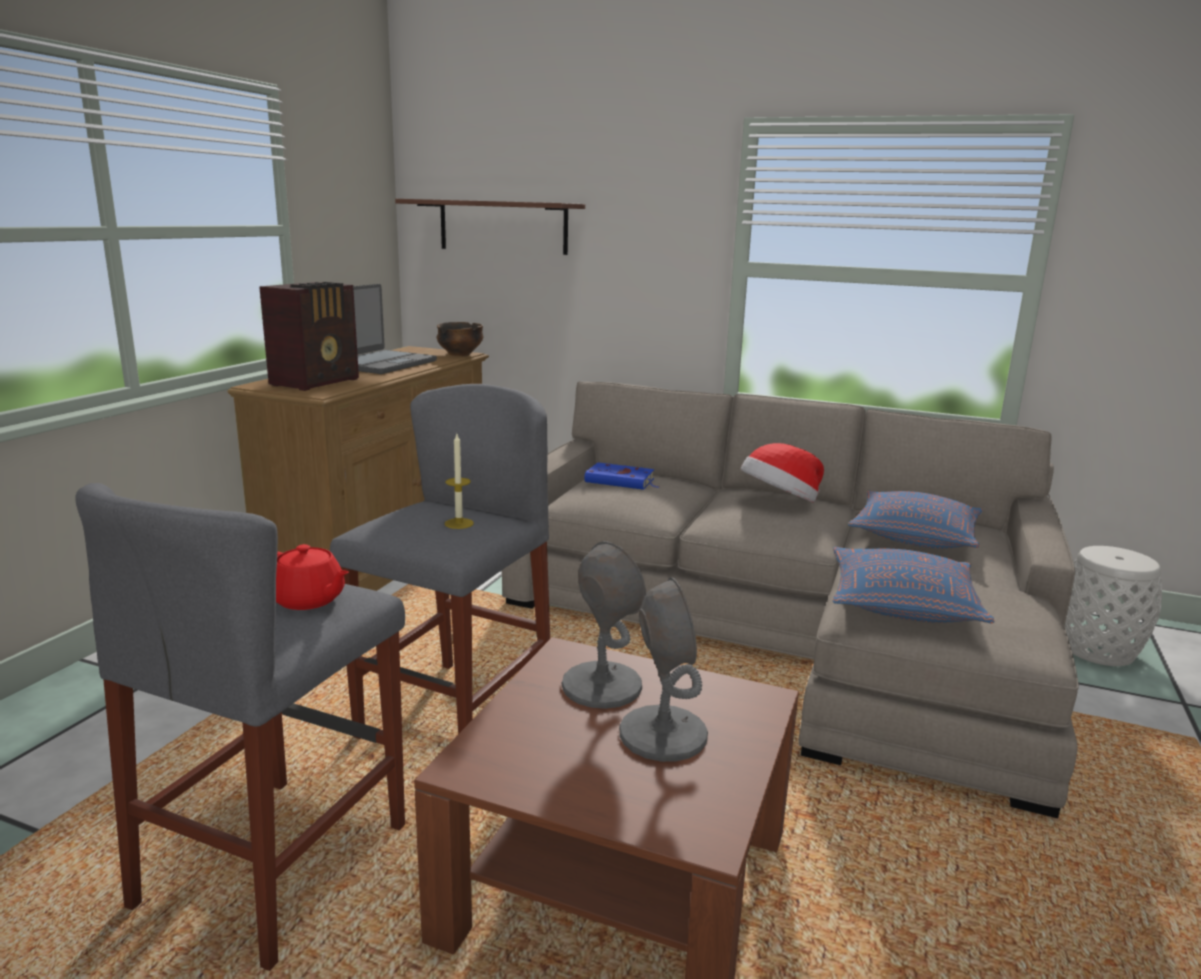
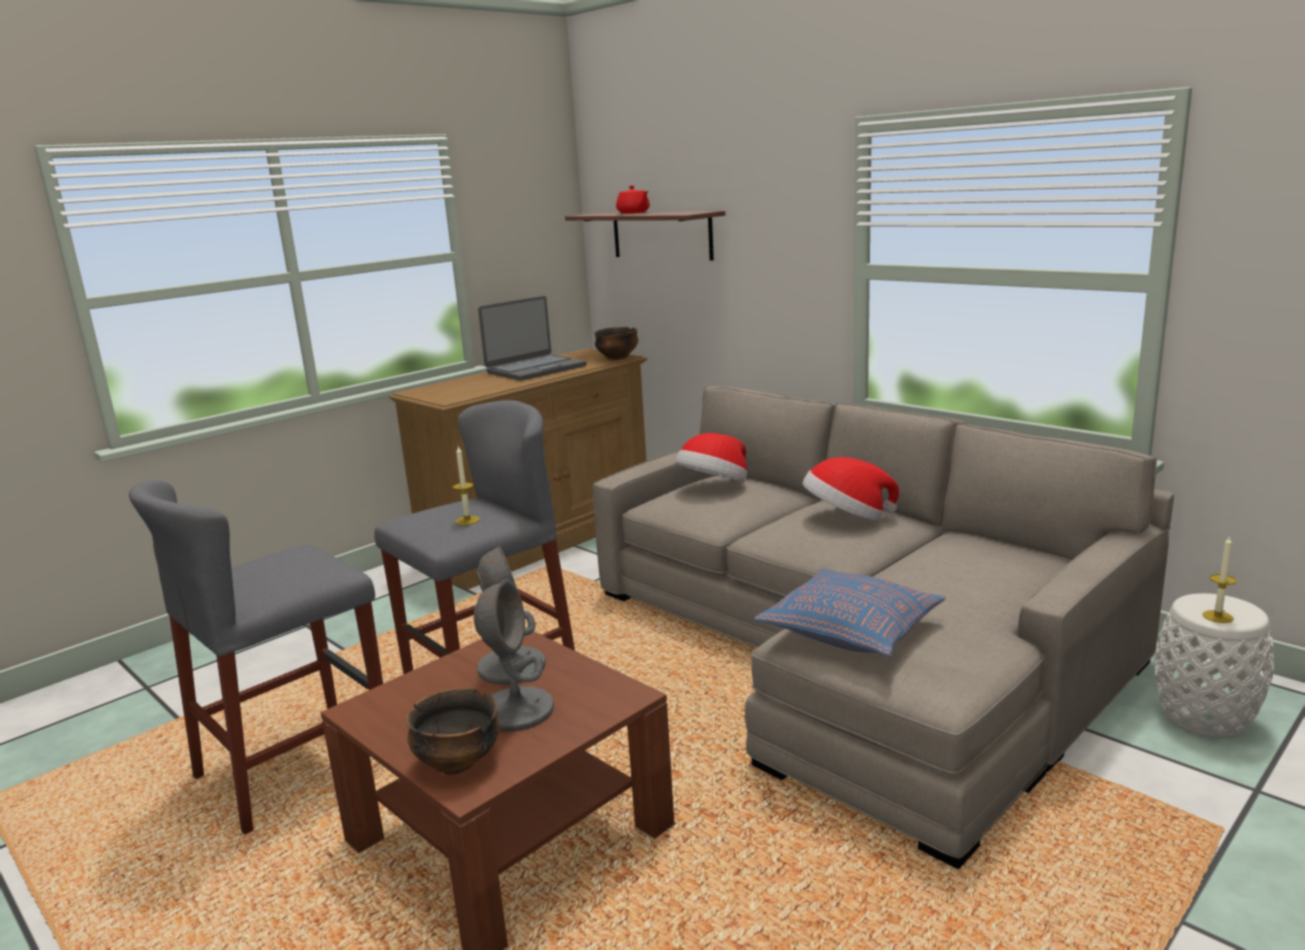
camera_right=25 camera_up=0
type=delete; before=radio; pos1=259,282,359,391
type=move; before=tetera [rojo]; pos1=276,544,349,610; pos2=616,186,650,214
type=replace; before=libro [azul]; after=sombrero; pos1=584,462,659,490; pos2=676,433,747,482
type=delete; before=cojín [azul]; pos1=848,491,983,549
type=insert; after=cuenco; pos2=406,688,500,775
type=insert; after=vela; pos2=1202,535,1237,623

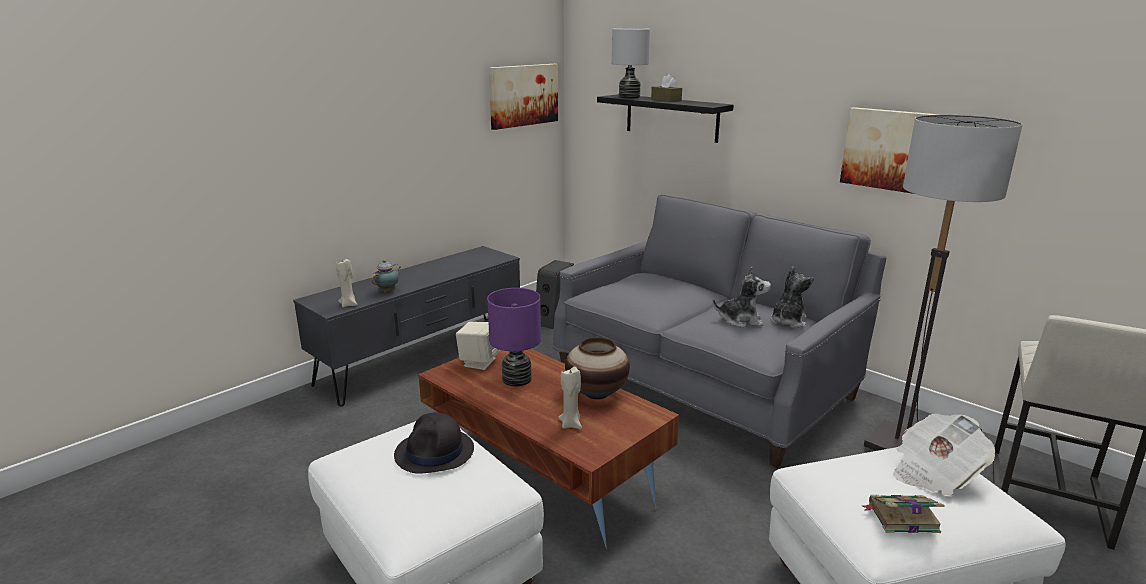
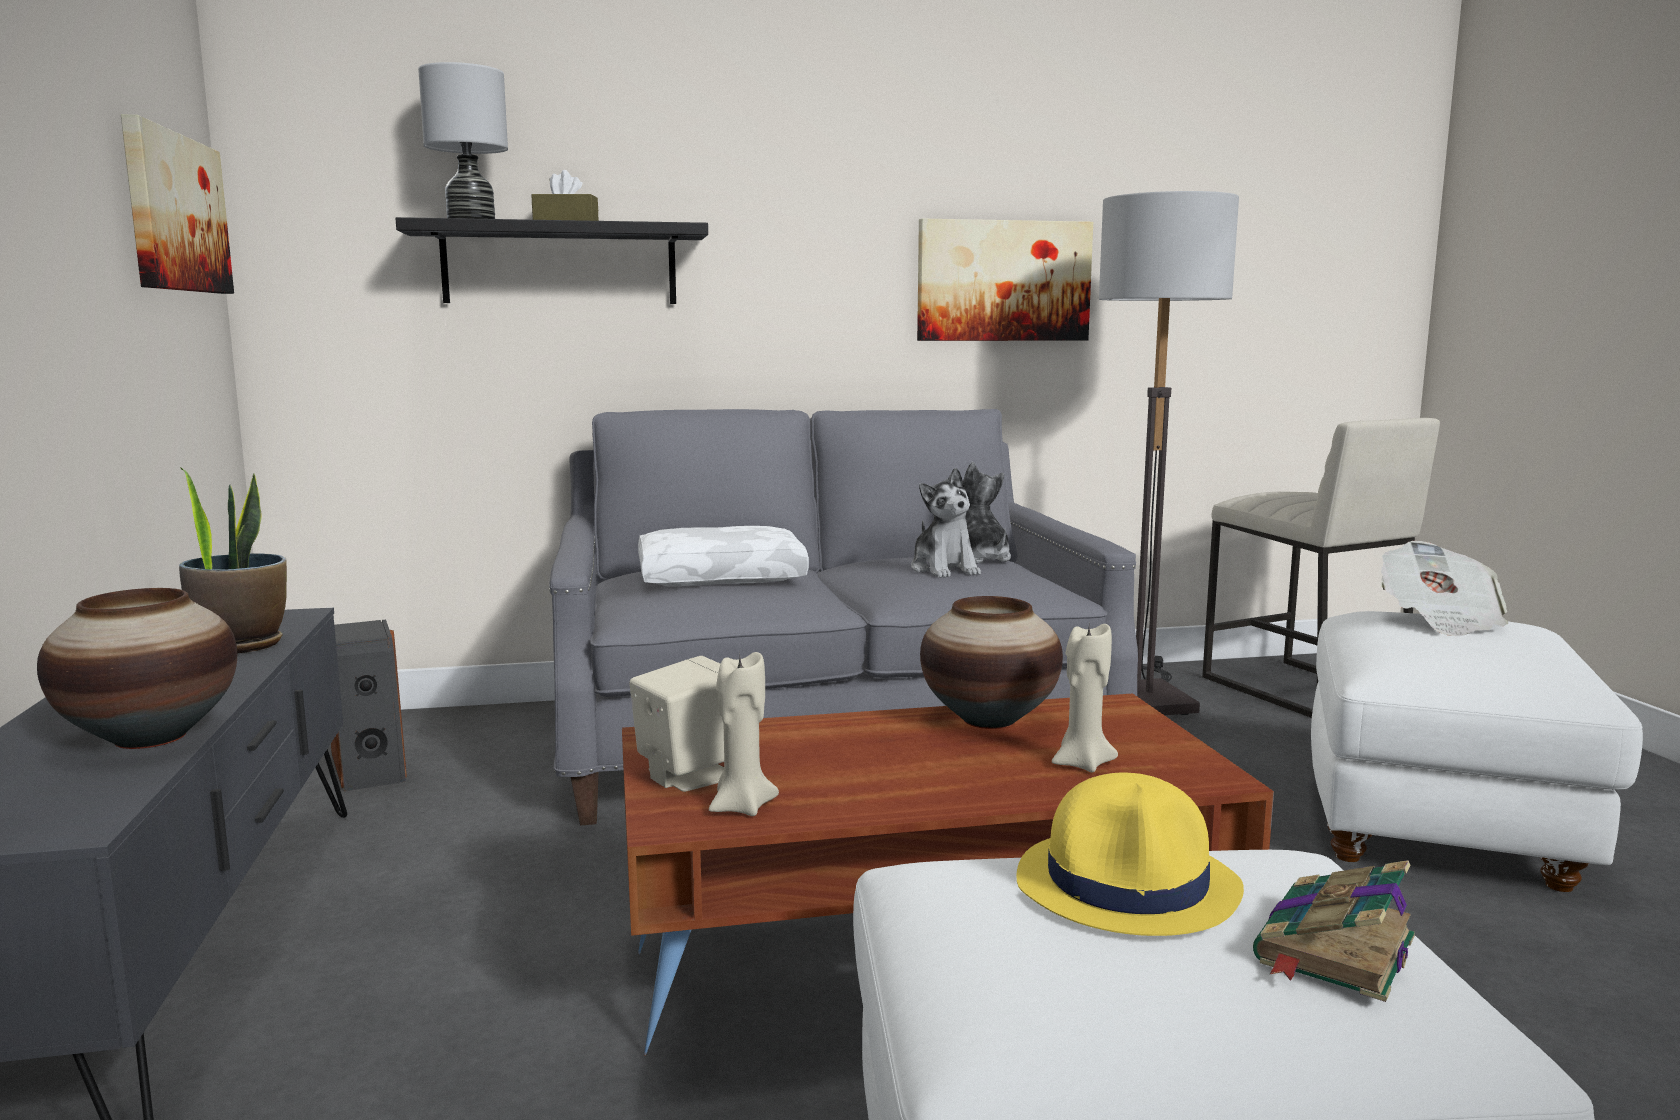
camera_right=-55 camera_up=-10
type=move; before=vela [beis]; pos1=336,258,358,308; pos2=709,652,779,816
type=replace; before=tetera; after=florero; pos1=371,260,400,293; pos2=37,588,237,749
type=recolor; before=sombrero [negro]; after=sombrero [amarillo]; pos1=394,413,474,474; pos2=1016,773,1244,936
type=delete; before=lámpara de mesa [morado]; pos1=487,288,541,386
type=rotate; before=peluche; pos1=713,266,771,328; pos2=911,468,981,578; turn=120
type=move; before=libro; pos1=863,495,945,533; pos2=1253,860,1415,1002
type=insert; after=planta en maceta; pos2=179,467,287,653
type=insert; after=cojín [blanco]; pos2=638,526,809,586

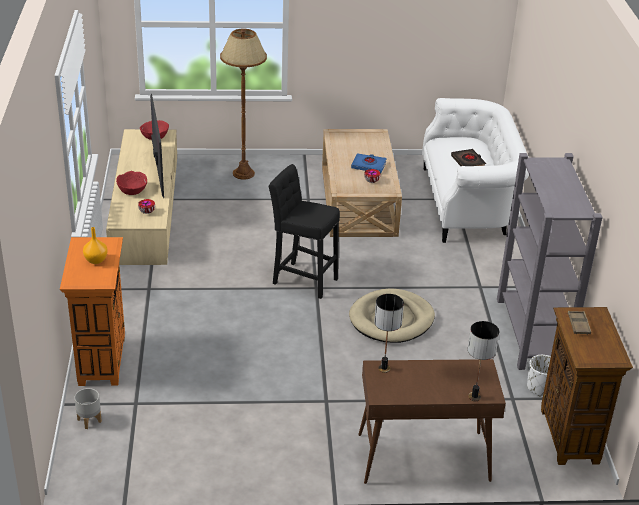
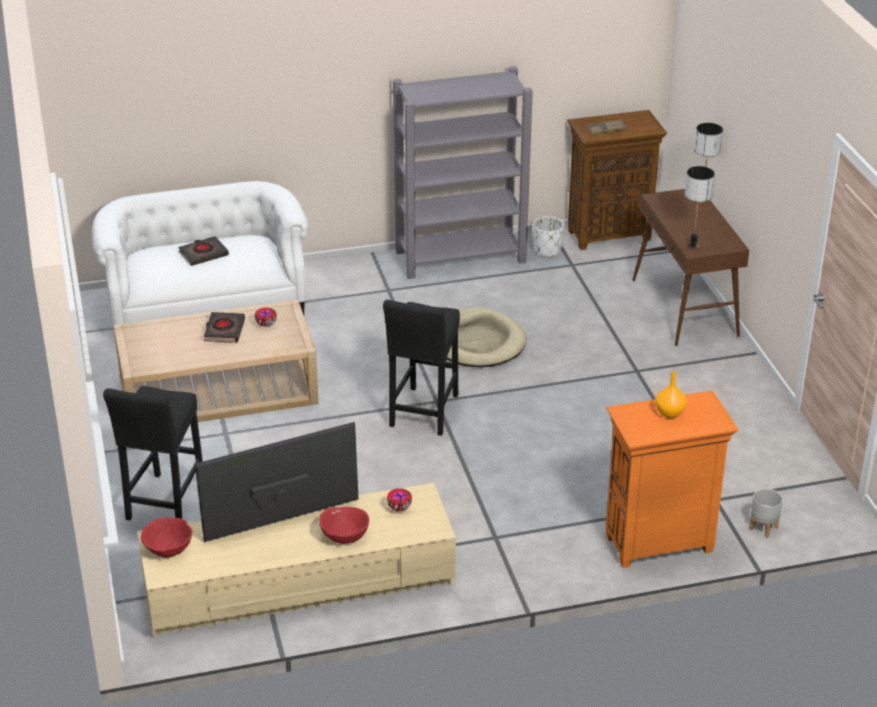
camera_right=-100 camera_up=0
type=replace; before=lámpara de pie [marrón]; after=taburete [negro]; pos1=220,29,267,180; pos2=103,386,203,520
type=recolor; before=libro [azul]; after=libro [negro]; pos1=351,153,387,173; pos2=204,312,245,343

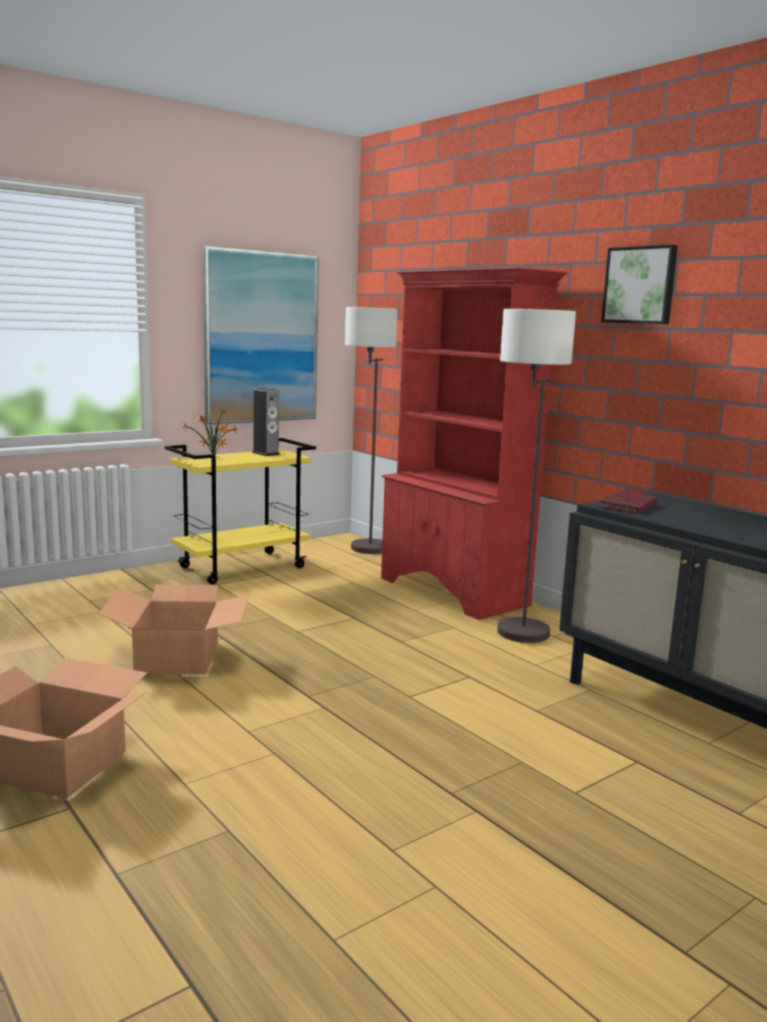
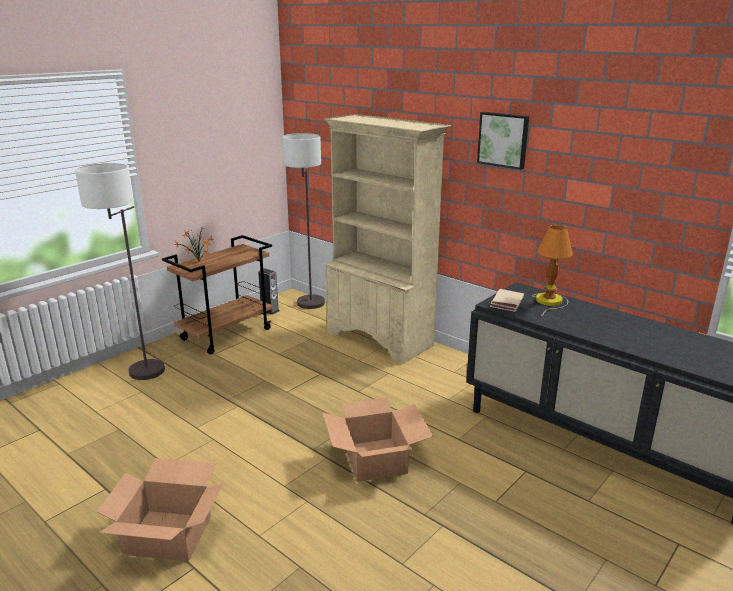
camera_right=-10 camera_up=10
type=move; before=caja de cartón; pos1=98,584,249,675; pos2=322,397,434,482
type=recolor; before=carrito [amarillo]; after=carrito [marrón]; pos1=165,438,316,585; pos2=162,235,273,355
type=delete; before=cuadro; pos1=203,246,319,425
type=move; before=altavoz; pos1=252,388,280,456; pos2=258,268,279,315
type=recolor; before=estantería [rojo]; after=estantería [beis]; pos1=381,267,568,620; pos2=323,114,451,364
type=move; before=lámpara de pie [blanco]; pos1=497,309,576,643; pos2=75,163,165,380
type=recolor; before=libro [rojo]; after=libro [beis]; pos1=599,490,657,514; pos2=490,289,524,312
type=insert; after=lámpara de mesa; pos2=532,225,573,316

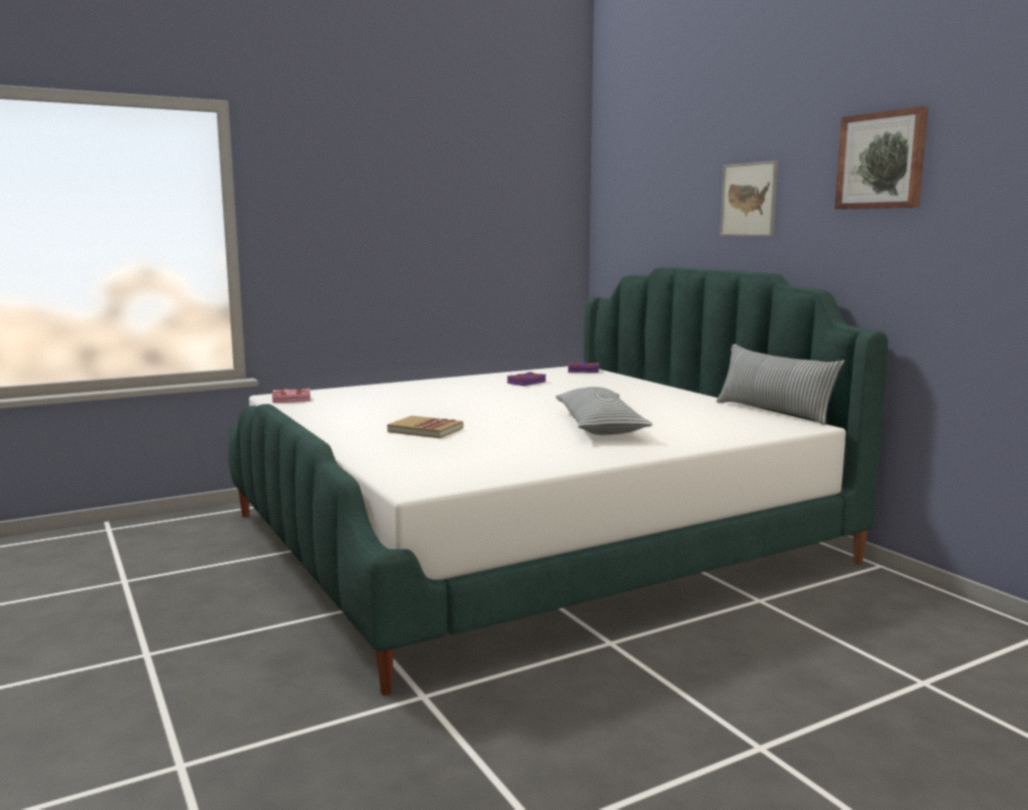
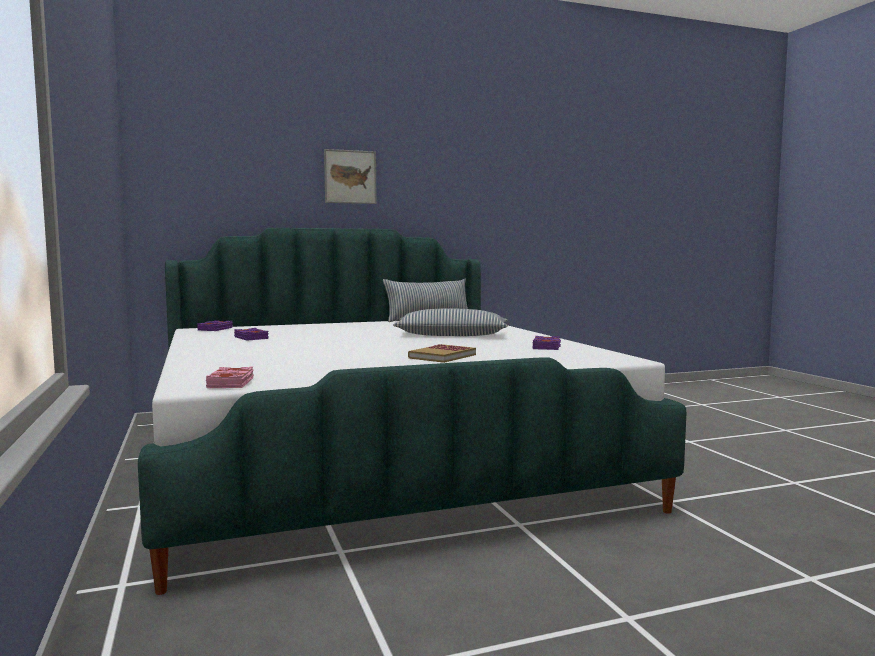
camera_right=-80 camera_up=-5
type=delete; before=cuadro; pos1=835,106,928,209
type=insert; after=libro [morado]; pos2=532,336,561,350

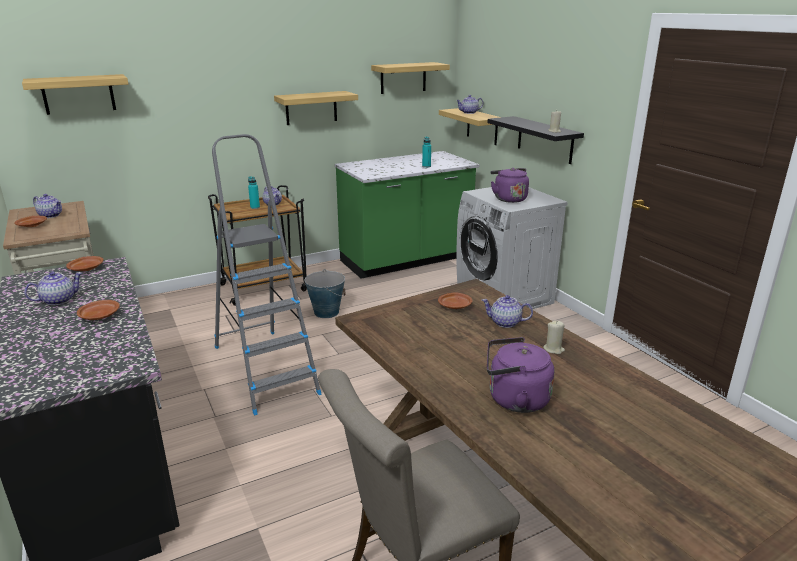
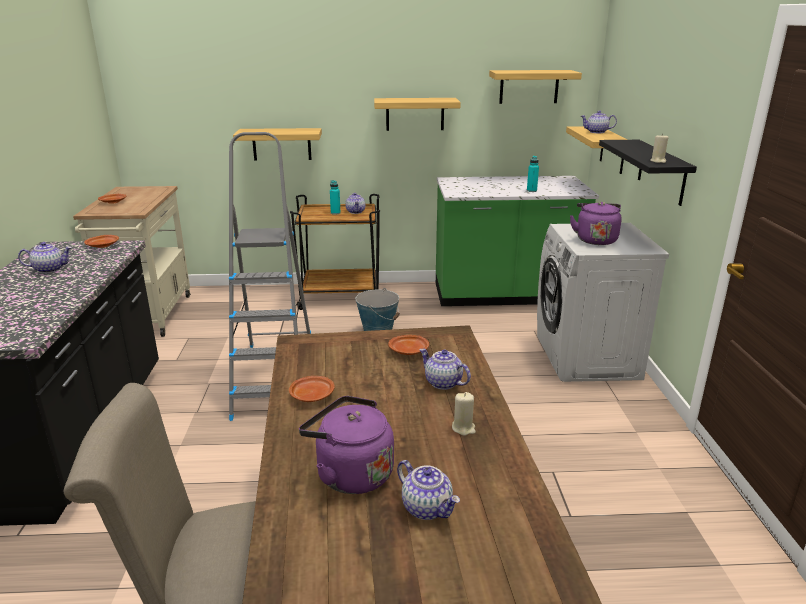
camera_right=25 camera_up=0
type=move; before=estante; pos1=22,74,128,115; pos2=233,128,322,160
type=move; before=tetera; pos1=33,194,62,218; pos2=397,460,460,520
type=move; before=plato [marrón]; pos1=77,300,120,320; pos2=289,376,335,402

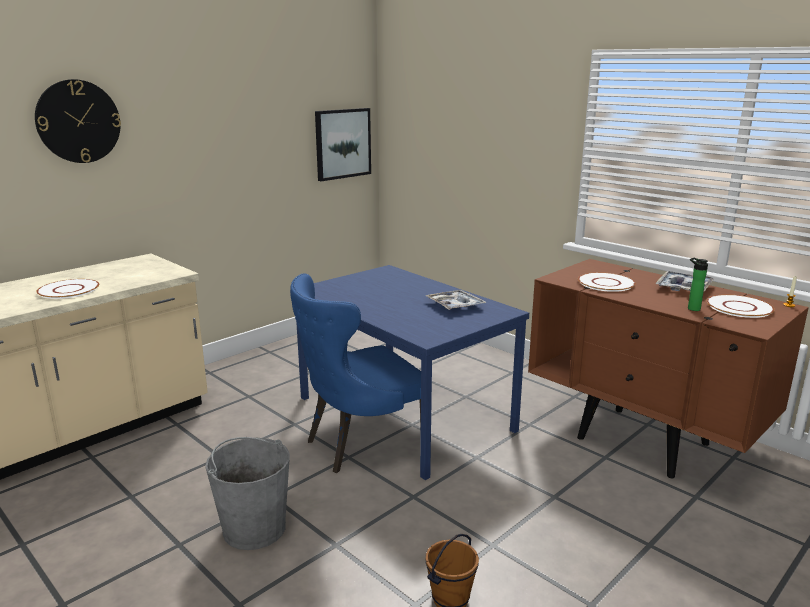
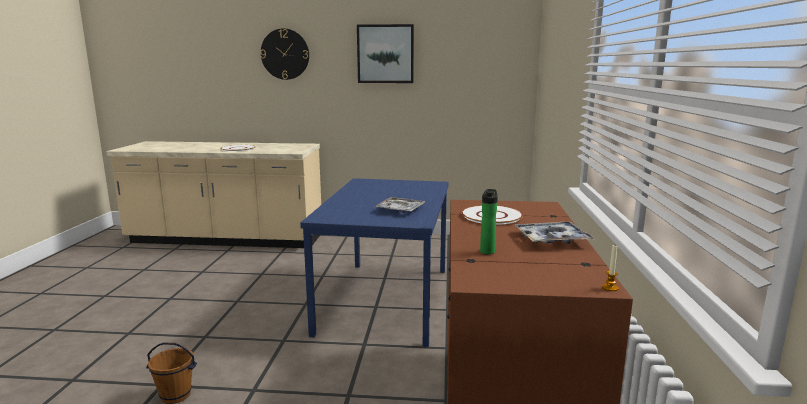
camera_right=50 camera_up=-5
type=delete; before=cubo [gris]; pos1=205,437,290,550
type=delete; before=silla [azul]; pos1=290,274,421,473
type=move; before=cuadro; pos1=315,108,371,181; pos2=357,24,414,83
type=delete; before=plato [blanco]; pos1=706,295,775,318

